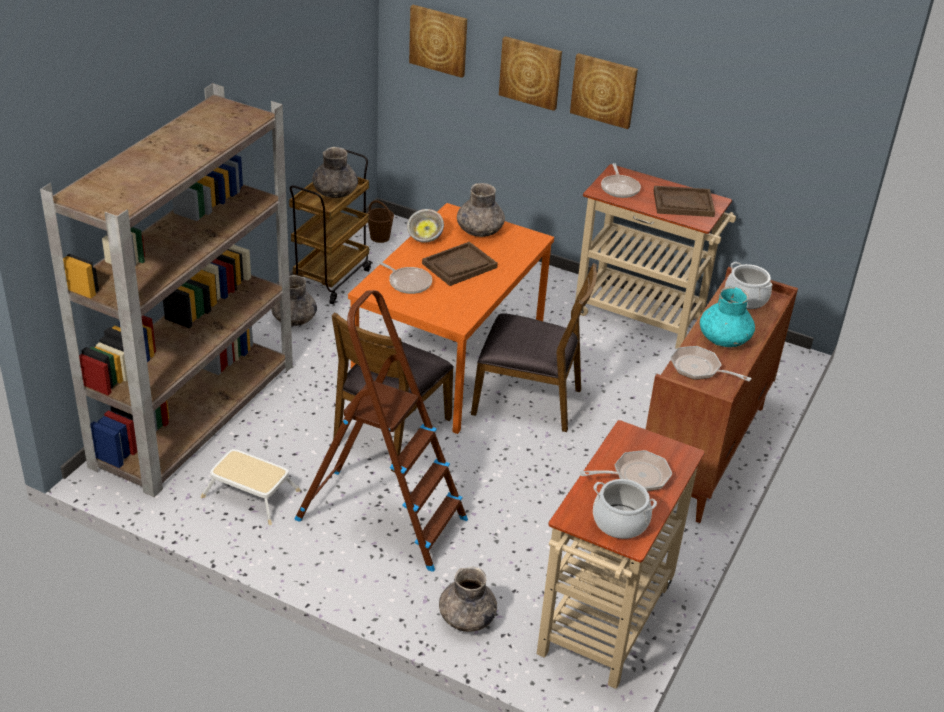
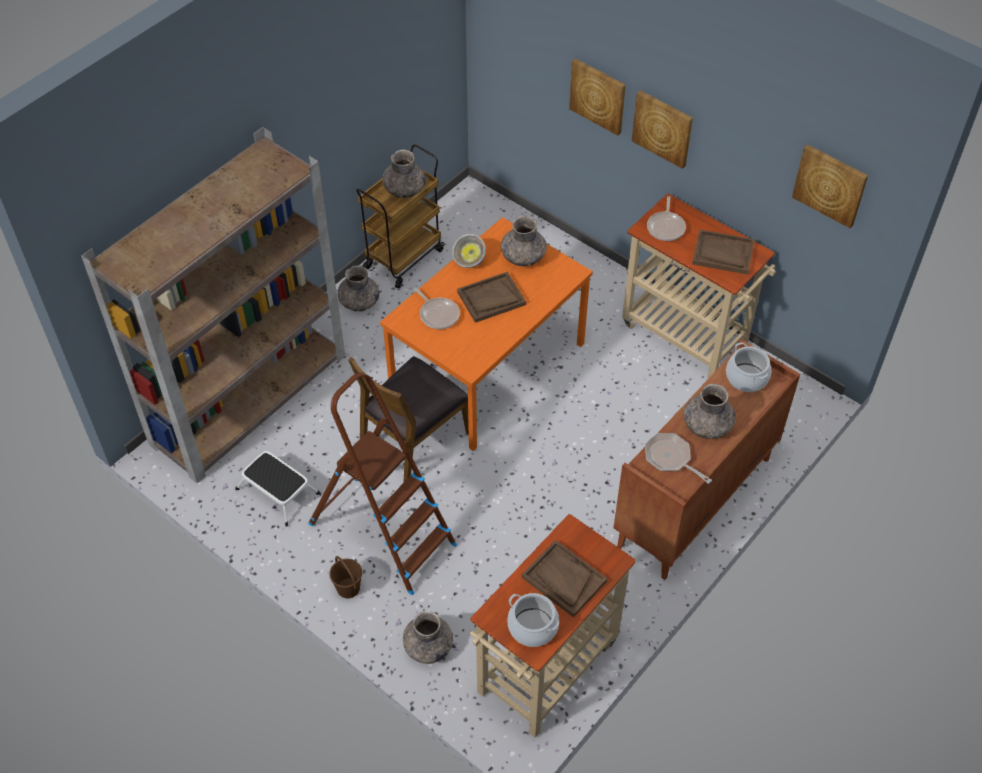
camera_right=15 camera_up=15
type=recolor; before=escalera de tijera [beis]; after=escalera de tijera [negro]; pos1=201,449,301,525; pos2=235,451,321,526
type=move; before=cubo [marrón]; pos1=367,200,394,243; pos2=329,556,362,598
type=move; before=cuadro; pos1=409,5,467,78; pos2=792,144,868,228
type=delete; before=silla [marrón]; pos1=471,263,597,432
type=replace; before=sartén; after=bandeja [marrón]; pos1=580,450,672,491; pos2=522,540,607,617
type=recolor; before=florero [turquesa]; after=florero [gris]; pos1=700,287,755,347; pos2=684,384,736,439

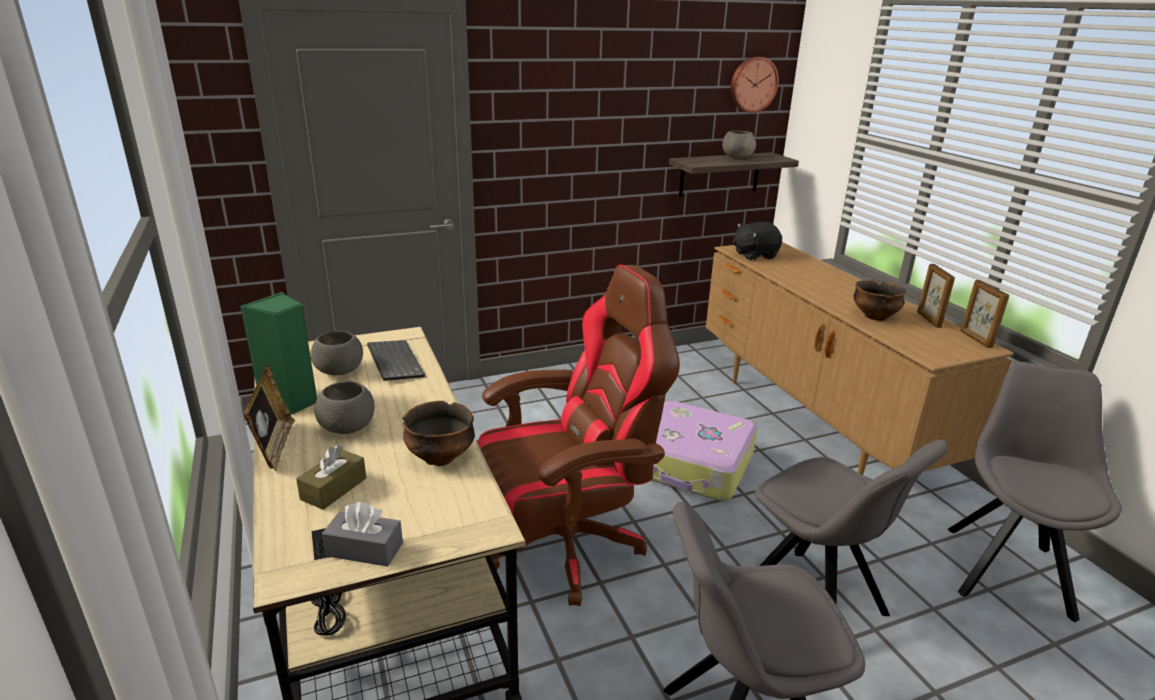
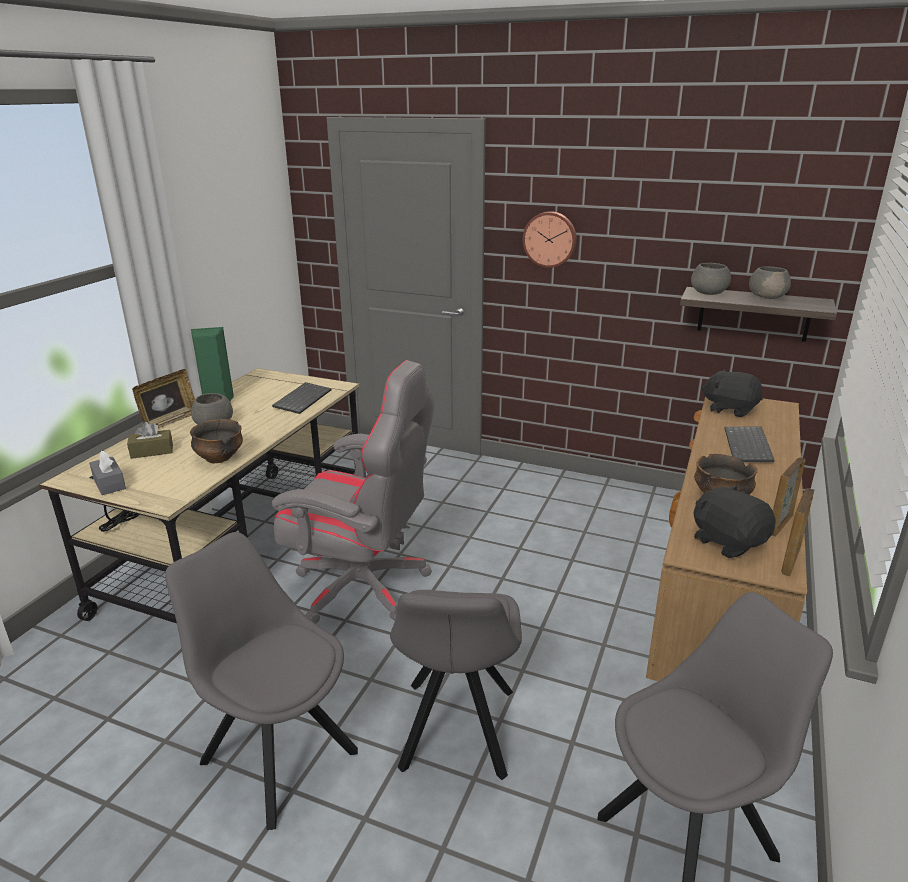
camera_right=45 camera_up=0
type=move; before=cuenco [gris]; pos1=311,331,363,375; pos2=691,263,731,295
type=recolor; before=silla de oficina [marrón]; after=silla de oficina [gris]; pos1=477,264,680,606; pos2=272,360,435,624
type=delete; before=maleta; pos1=652,401,757,501
type=move; before=reloj de pared; pos1=731,57,779,113; pos2=522,211,577,268
type=insert; after=peluche [negro]; pos2=694,485,776,558
type=insert; after=teclado; pos2=725,426,775,462

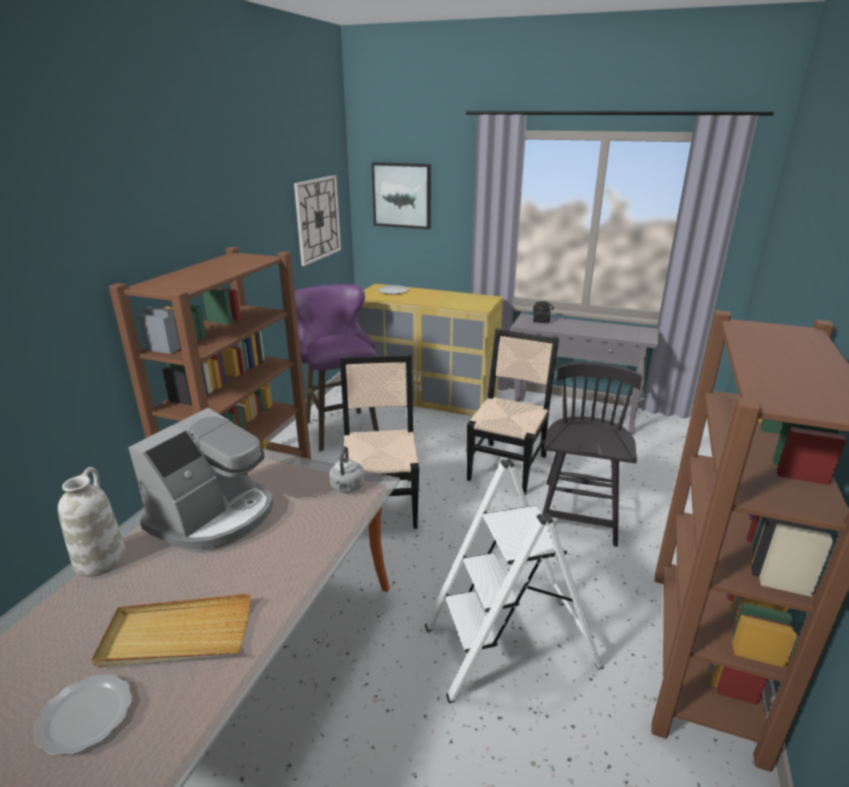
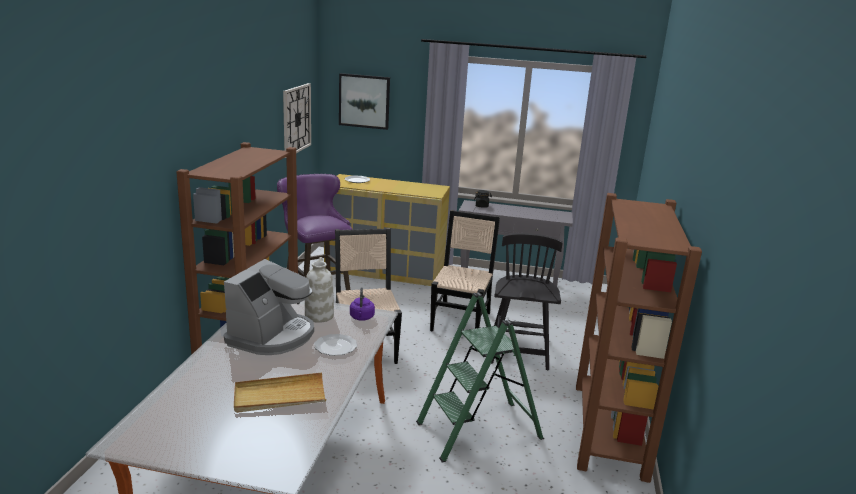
camera_right=-10 camera_up=-5
type=move; before=plato; pos1=34,674,132,756; pos2=314,334,357,356
type=move; before=florero [blanco]; pos1=58,467,126,576; pos2=305,257,334,323
type=recolor; before=hervidor [gris]; after=hervidor [morado]; pos1=329,446,364,493; pos2=350,287,375,321
type=recolor; before=escalera de tijera [blanco]; after=escalera de tijera [verde]; pos1=425,459,604,703; pos2=416,292,544,463

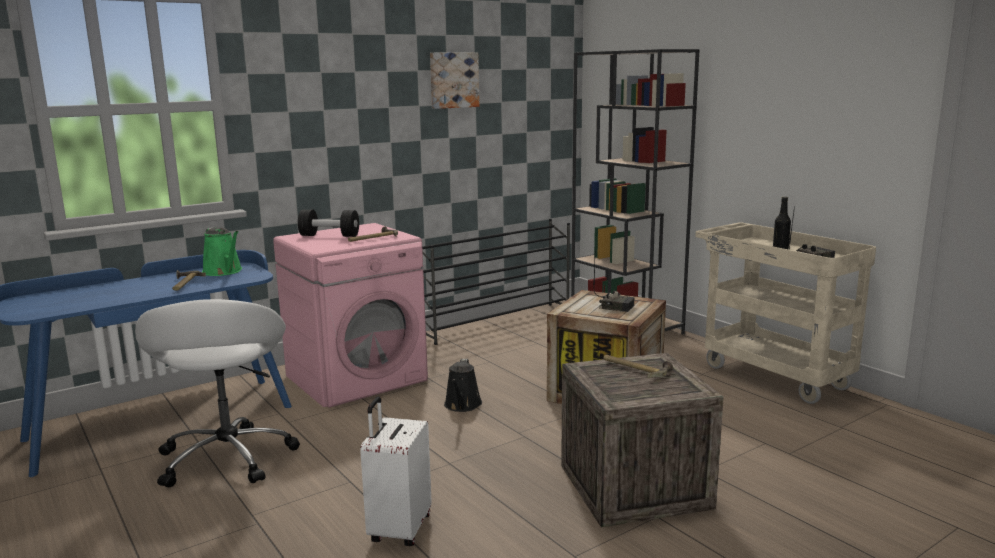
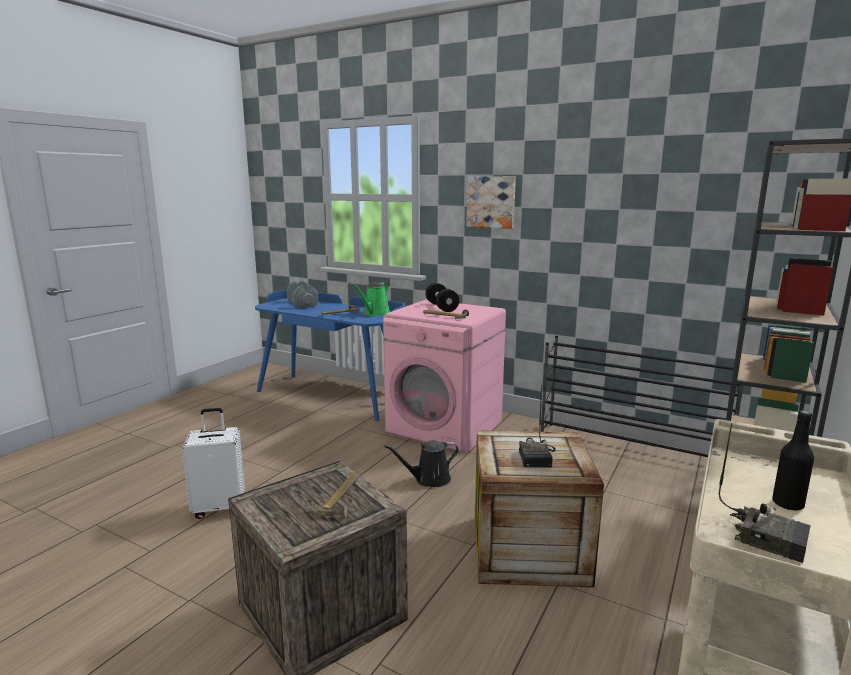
camera_right=65 camera_up=0
type=delete; before=silla de oficina [blanco]; pos1=135,299,300,487
type=move; before=cuadro; pos1=430,53,479,109; pos2=466,176,516,229
type=insert; after=mancuerna [gris]; pos2=287,281,318,308

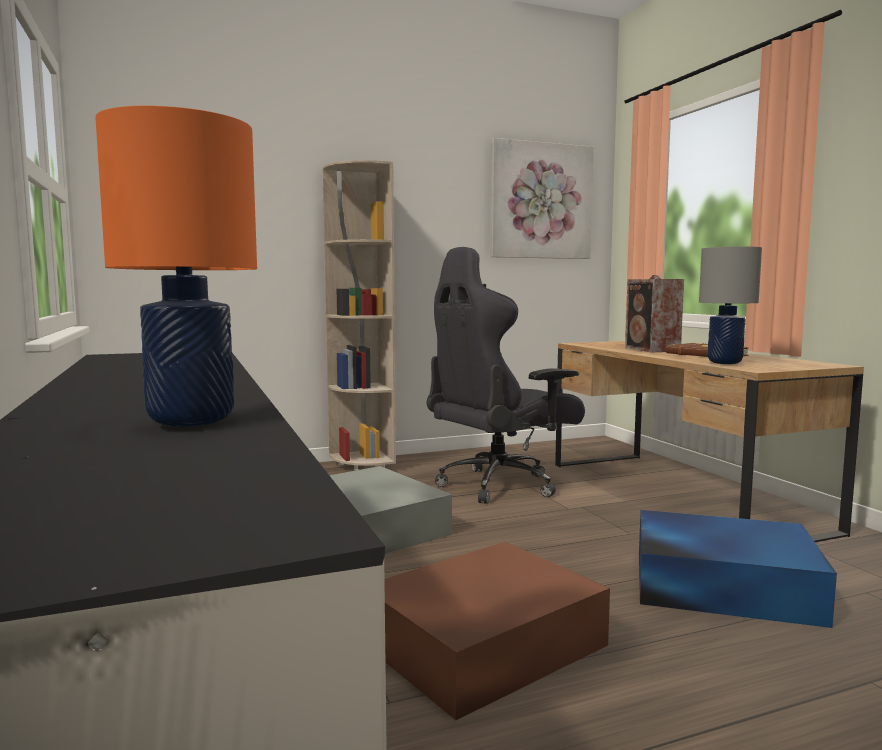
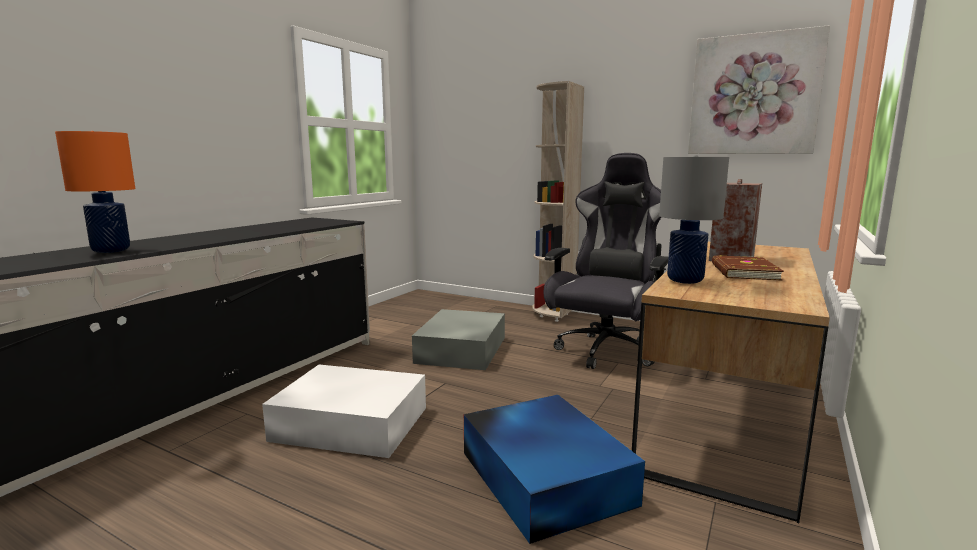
camera_right=50 camera_up=5
type=recolor; before=caja de almacenaje [marrón]; after=caja de almacenaje [blanco]; pos1=384,542,610,720; pos2=262,365,426,458
type=rotate; before=silla de oficina [negro]; pos1=427,247,585,504; pos2=544,153,669,369; turn=105

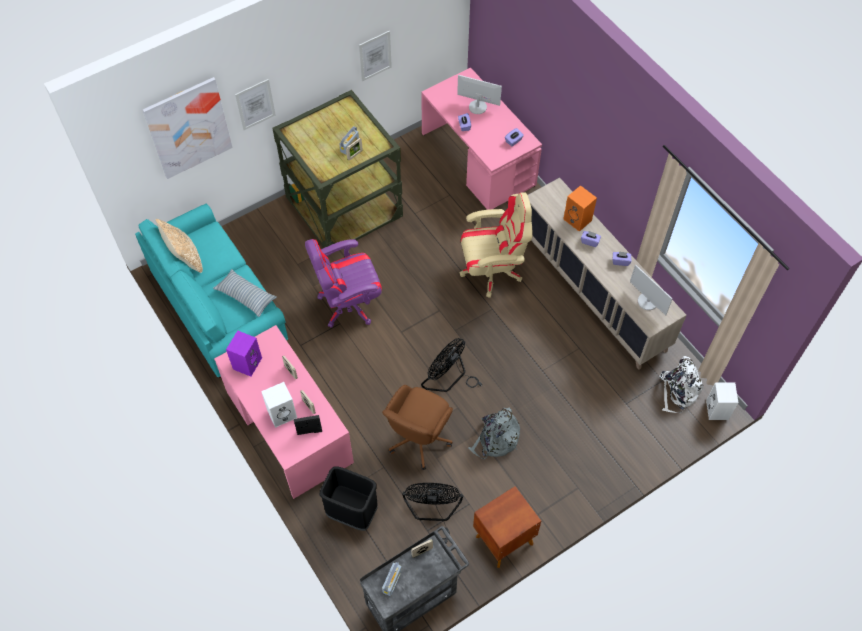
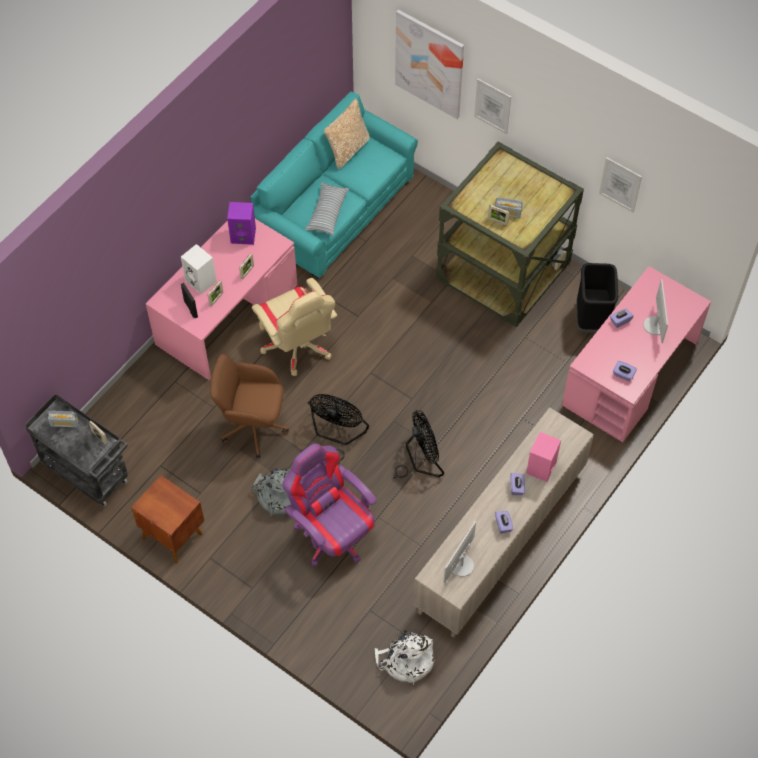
camera_right=70 camera_up=0
type=move; before=silla de oficina [morado]; pos1=305,239,382,328; pos2=282,443,377,566
type=move; before=papelera [negro]; pos1=320,467,378,531; pos2=576,263,618,333
type=move; before=ventilador [negro]; pos1=402,483,463,544; pos2=392,410,444,478
type=move; before=silla de oficina [beis]; pos1=460,193,532,298; pos2=252,278,337,376
type=recolor; before=altavoz [naranja]; after=altavoz [rosa]; pos1=563,185,597,232; pos2=526,432,561,482
type=delete; before=altavoz [blanco]; pos1=706,382,739,420

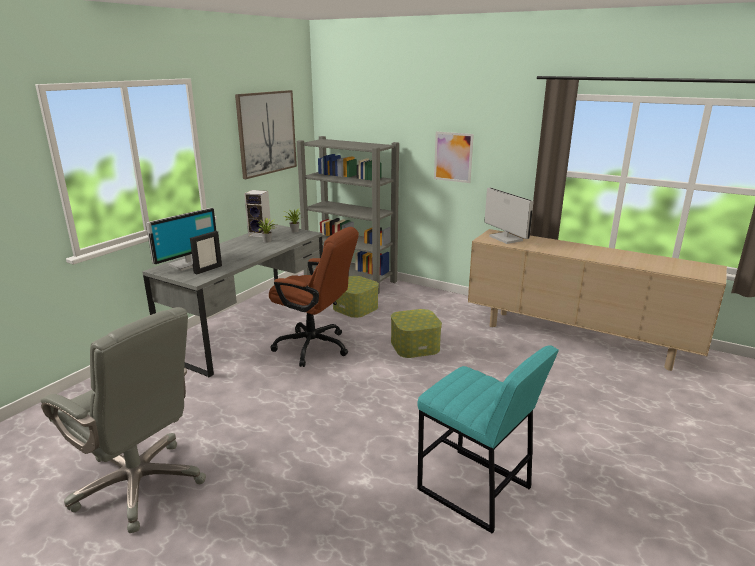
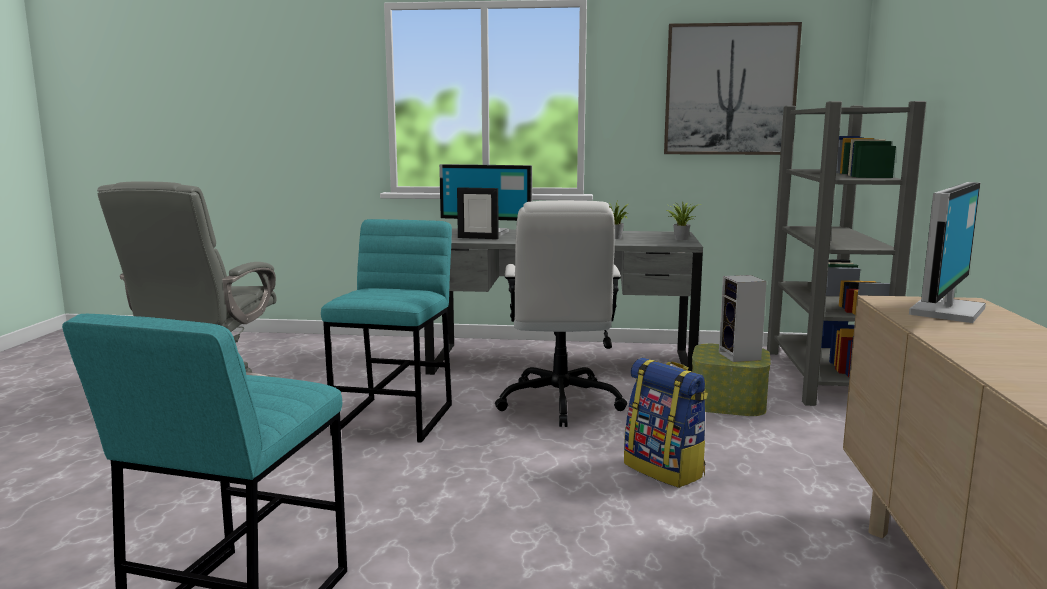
camera_right=65 camera_up=-10
type=move; before=altavoz; pos1=244,190,271,238; pos2=719,275,767,362
type=recolor; before=silla de oficina [marrón]; after=silla de oficina [blanco]; pos1=269,227,359,367; pos2=495,200,627,427
type=replace; before=caja de almacenaje; after=mochila; pos1=391,309,442,358; pos2=624,358,708,488
type=delete; before=cuadro; pos1=434,131,474,183
type=insert; after=silla [turquesa]; pos2=321,219,452,443

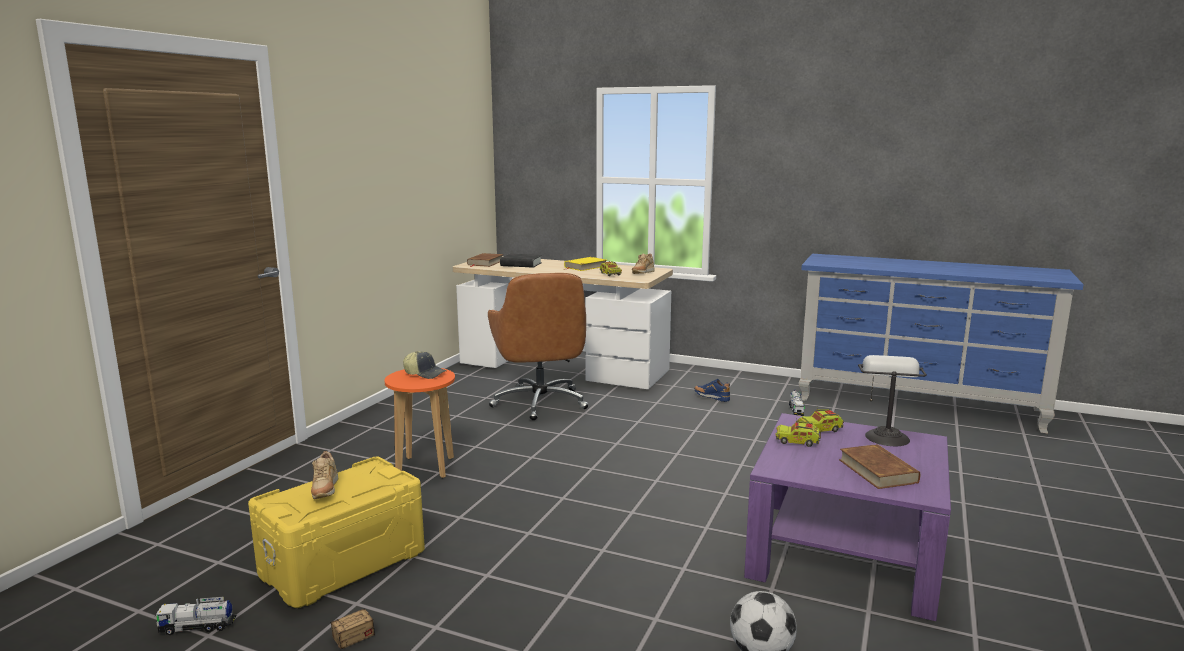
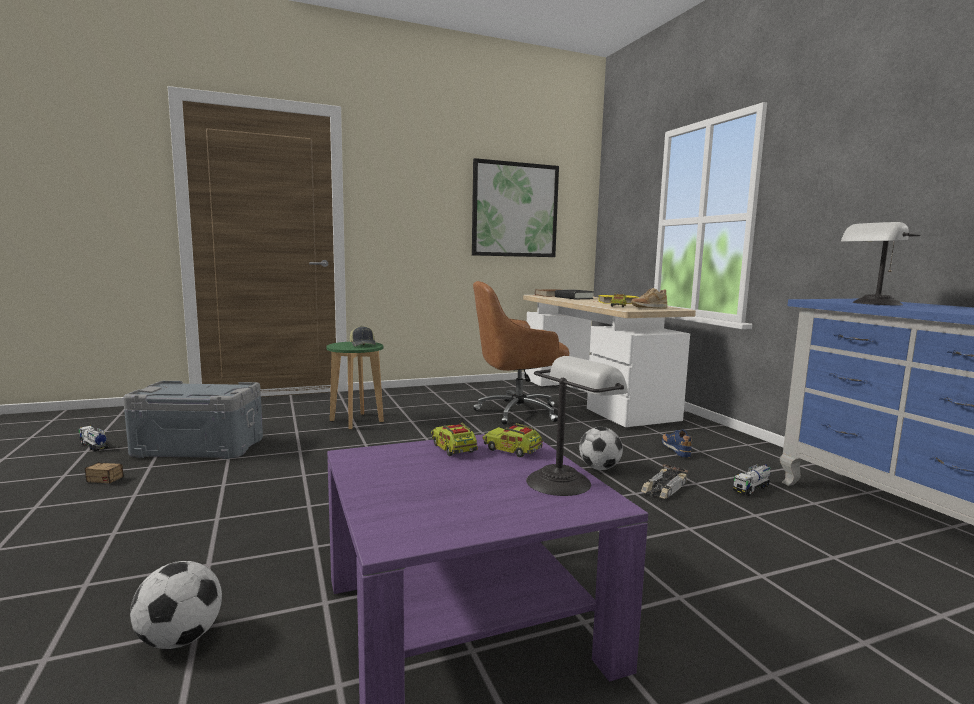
camera_right=45 camera_up=-5
type=recolor; before=caja de almacenaje [amarillo]; after=caja de almacenaje [gris]; pos1=248,456,425,608; pos2=123,381,263,459
type=delete; before=zapato [beis]; pos1=311,451,338,499
type=recolor; before=taburete [naranja]; after=taburete [verde]; pos1=385,368,455,478; pos2=326,342,384,430
type=rotate; before=silla de oficina [marrón]; pos1=488,273,588,420; pos2=473,281,570,425; turn=45
type=delete; before=libro [marrón]; pos1=839,444,920,489
type=insert; after=cuadro; pos2=472,158,559,257
type=insert; after=balón de fútbol; pos2=579,427,623,470
type=insert; after=coche de juguete; pos2=641,464,688,499
type=insert; after=lámpara de mesa; pos2=841,222,921,305

